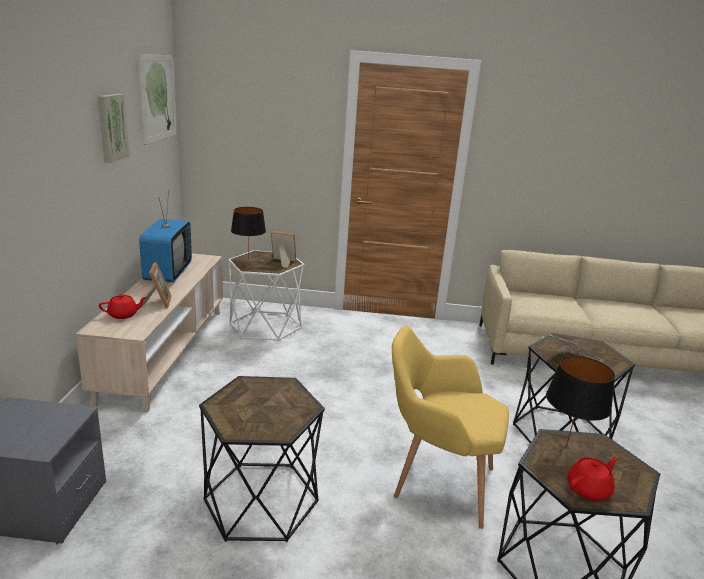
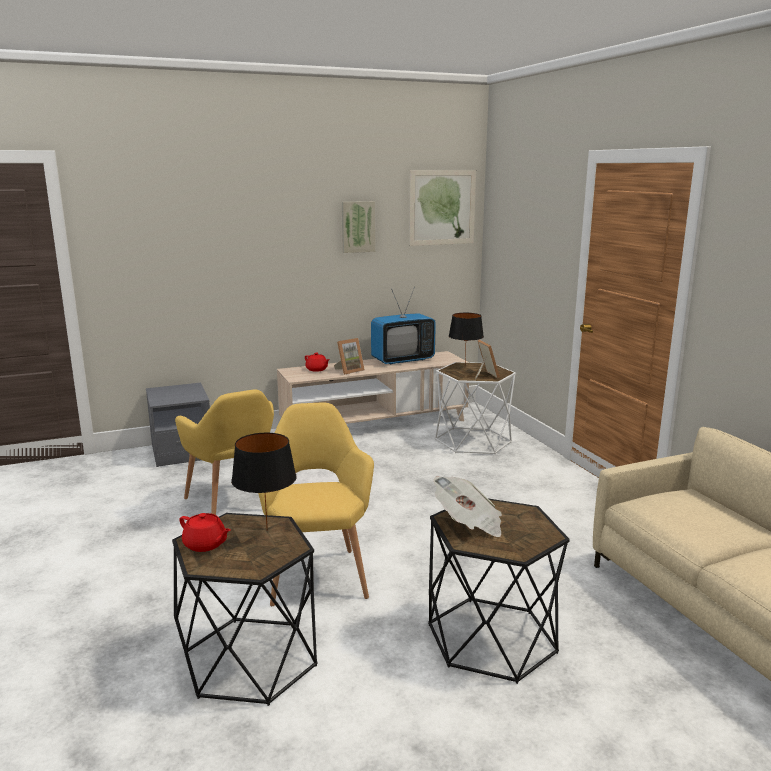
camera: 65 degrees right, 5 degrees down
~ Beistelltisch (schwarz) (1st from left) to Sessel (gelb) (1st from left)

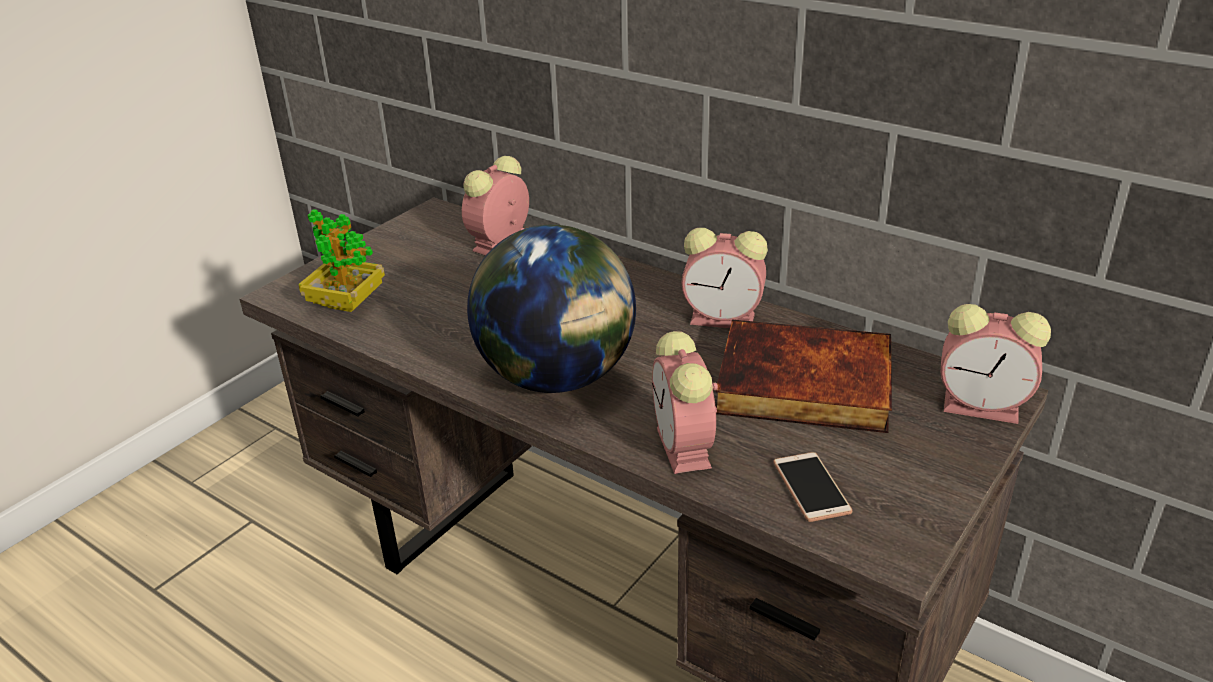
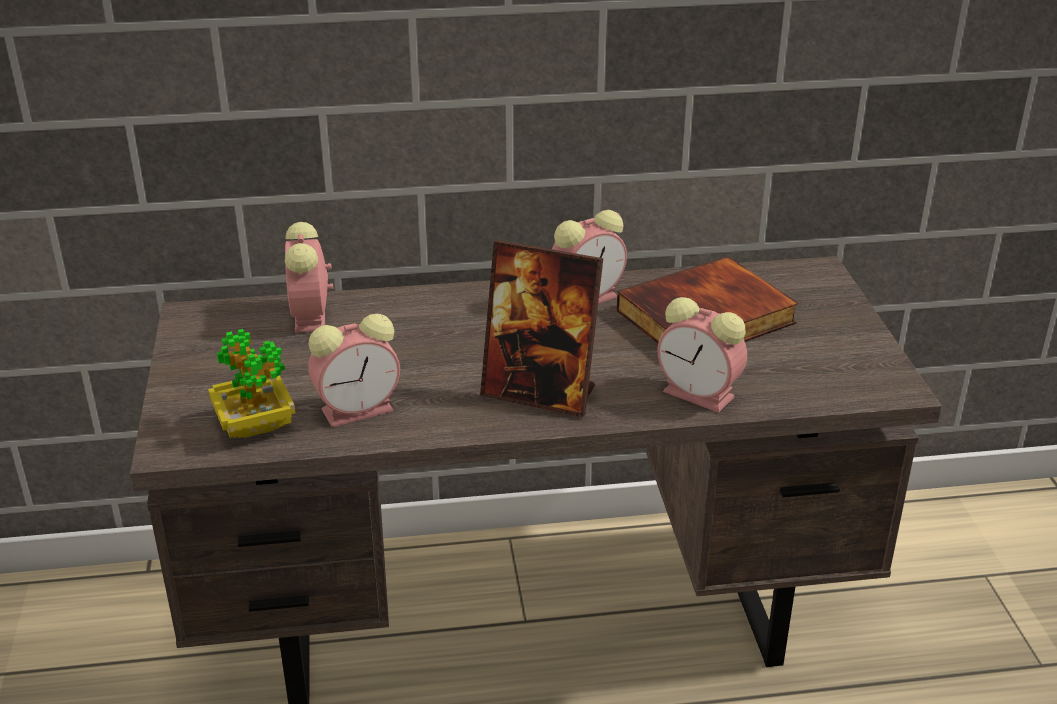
camera: 45 degrees left, 0 degrees up
- Handy
~ Wecker (4th from left in the first image) to Wecker (2nd from left)
~ Globus to Bilderrahmen

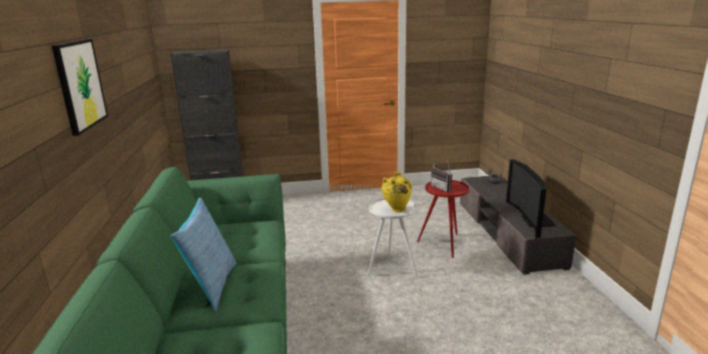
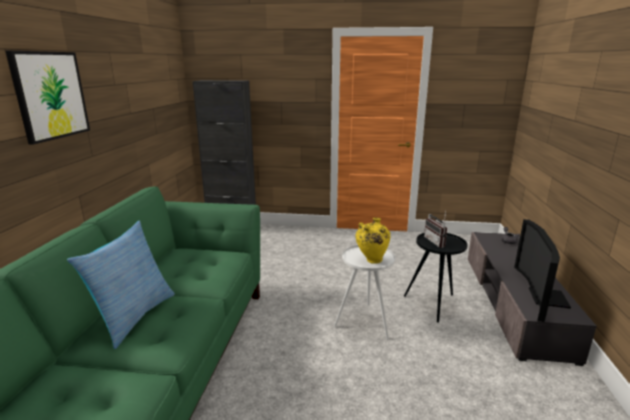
camera: 15 degrees right, 0 degrees up
~ Beistelltisch (rot) to Beistelltisch (schwarz)

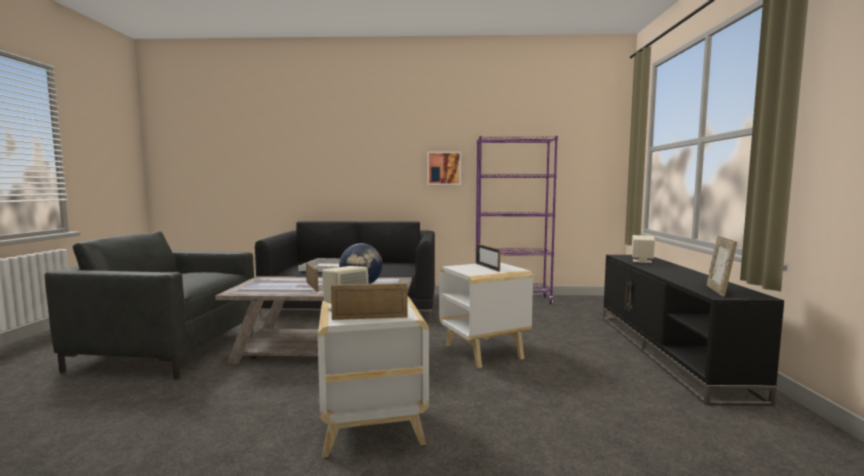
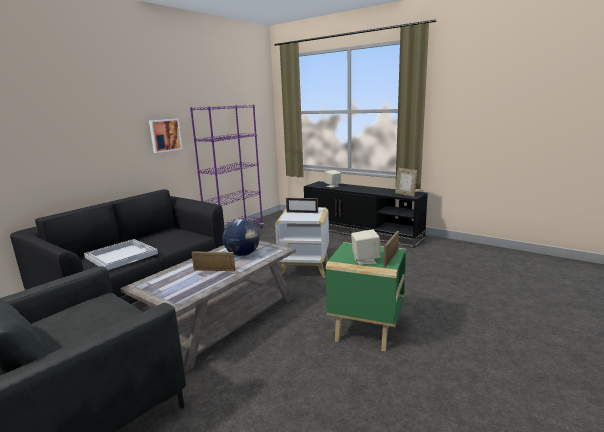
camera: 55 degrees left, 10 degrees up
~ Beistelltisch (weiß) (1st from left) to Beistelltisch (grün)

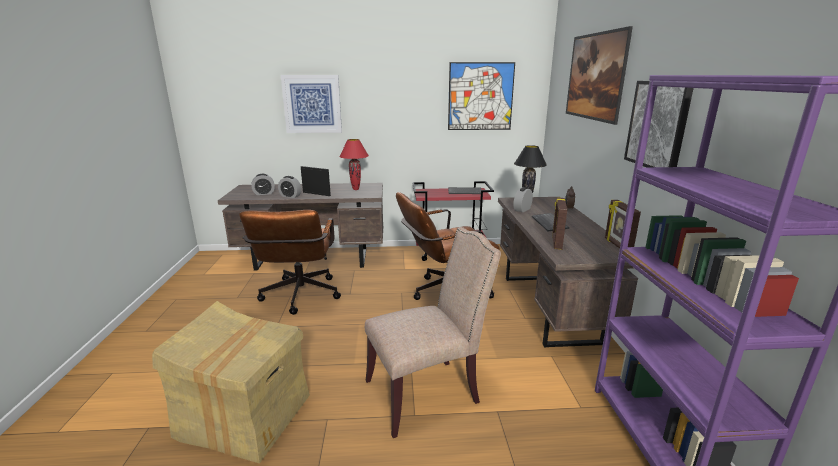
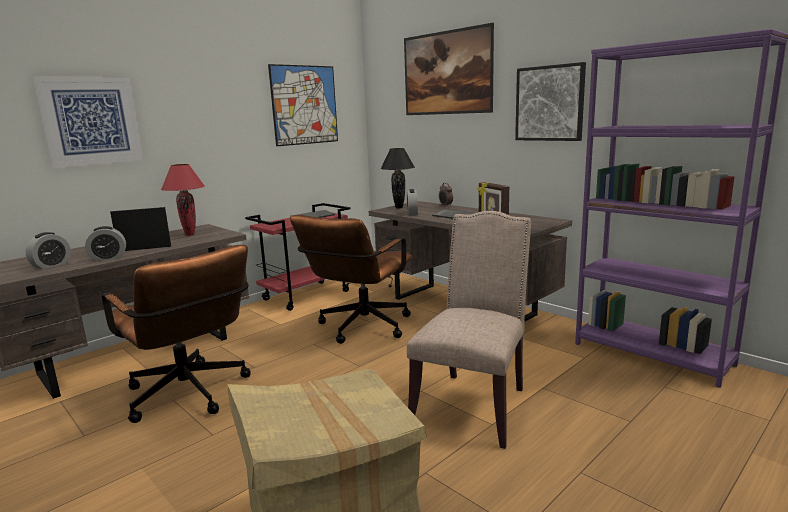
camera: 40 degrees left, 5 degrees down
- Bilderrahmen (3rd from left)

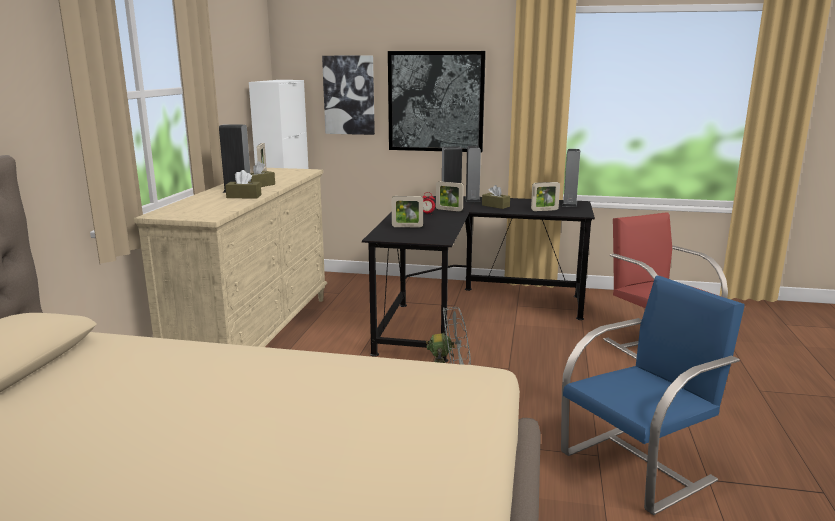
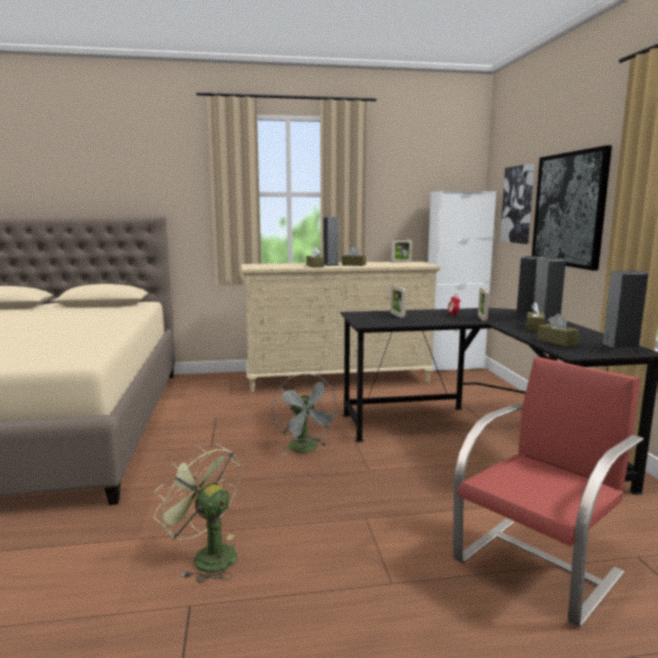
camera: 70 degrees right, 5 degrees down
~ Bilderrahmen (4th from left) to Taschentuchbox (braun) (4th from left)
~ Stuhl (blau) to Ventilator (grün)

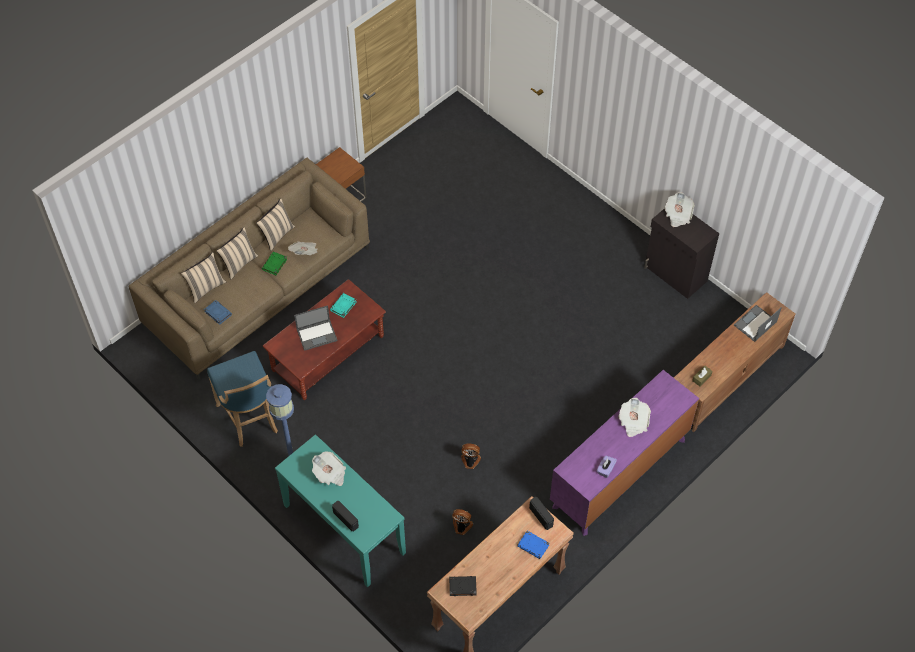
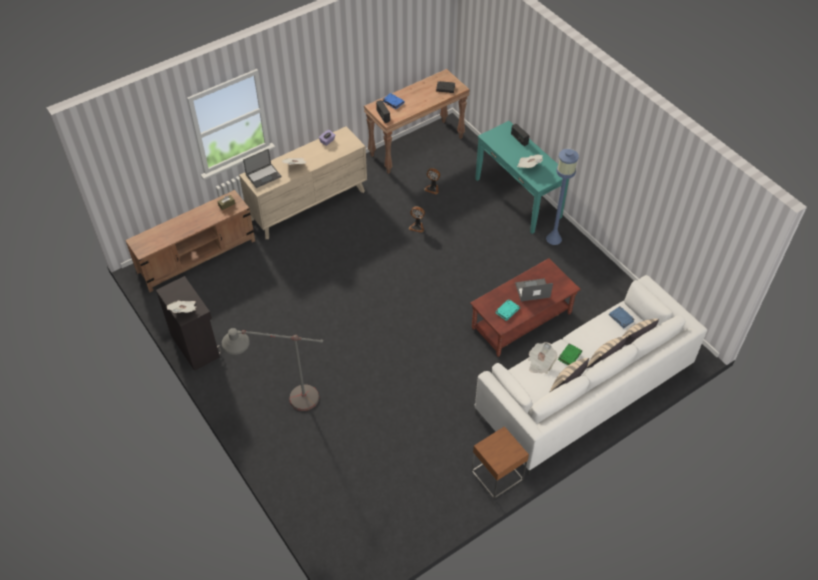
camera: 170 degrees left, 5 degrees down
- Hocker (blau)
+ Stehlampe (grau)
~ Laptop (2nd from left in the first image) to Laptop (1st from left)
~ Sofa (braun) to Sofa (weiß)
~ Kommode (lila) to Kommode (beige)

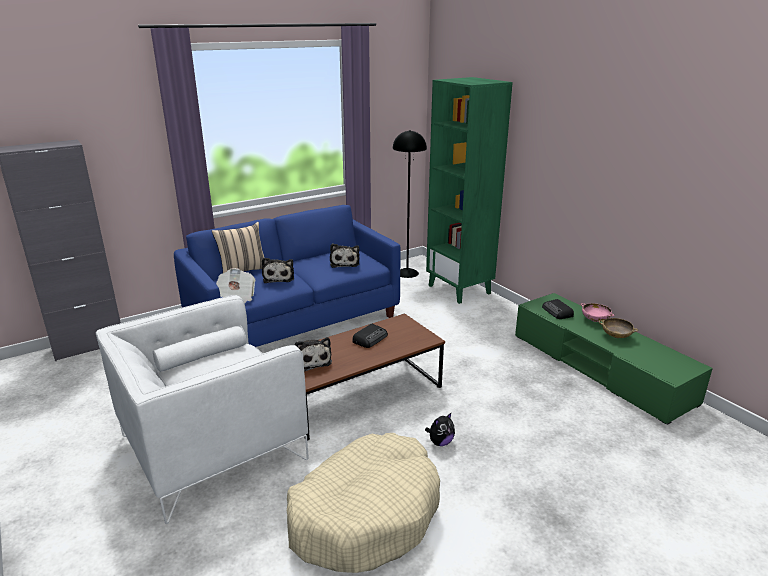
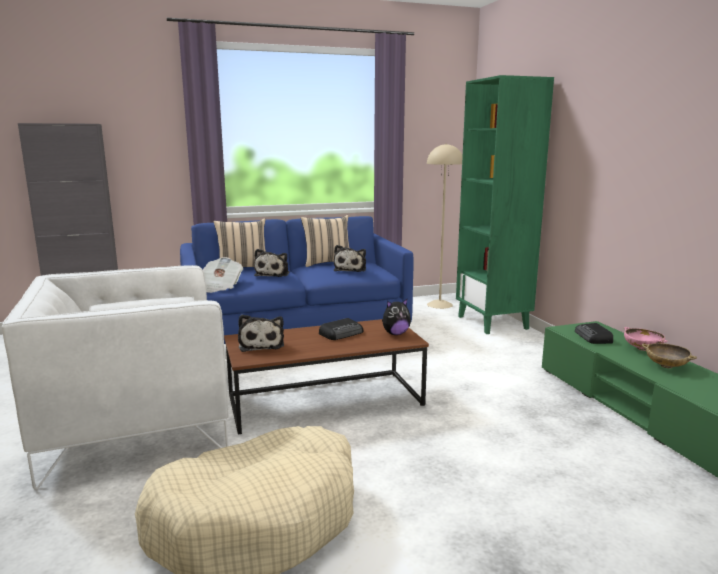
camera: 15 degrees right, 10 degrees down
+ Kissen (beige) (2nd from left)
~ Plüschtier (4th from left)
~ Stehlampe (schwarz) to Stehlampe (beige)

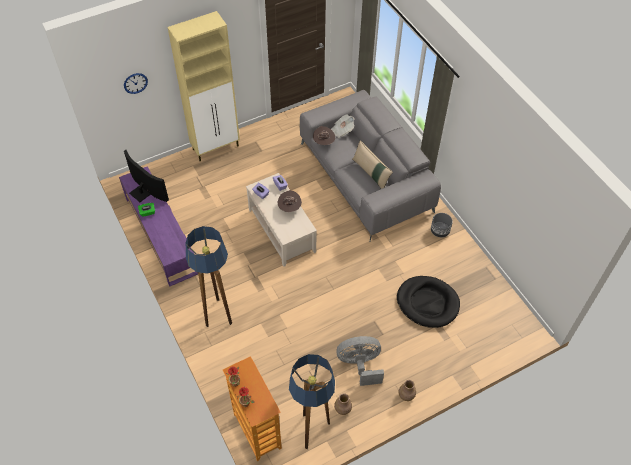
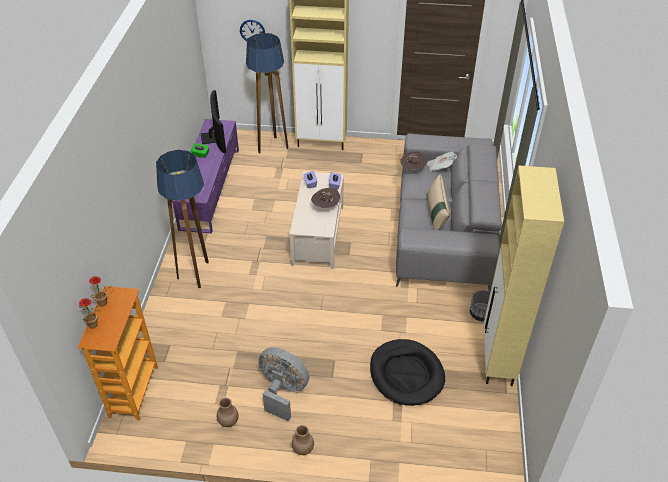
camera: 35 degrees right, 10 degrees down
+ Schrank (beige) (2nd from left)
~ Stehlampe (2nd from left)

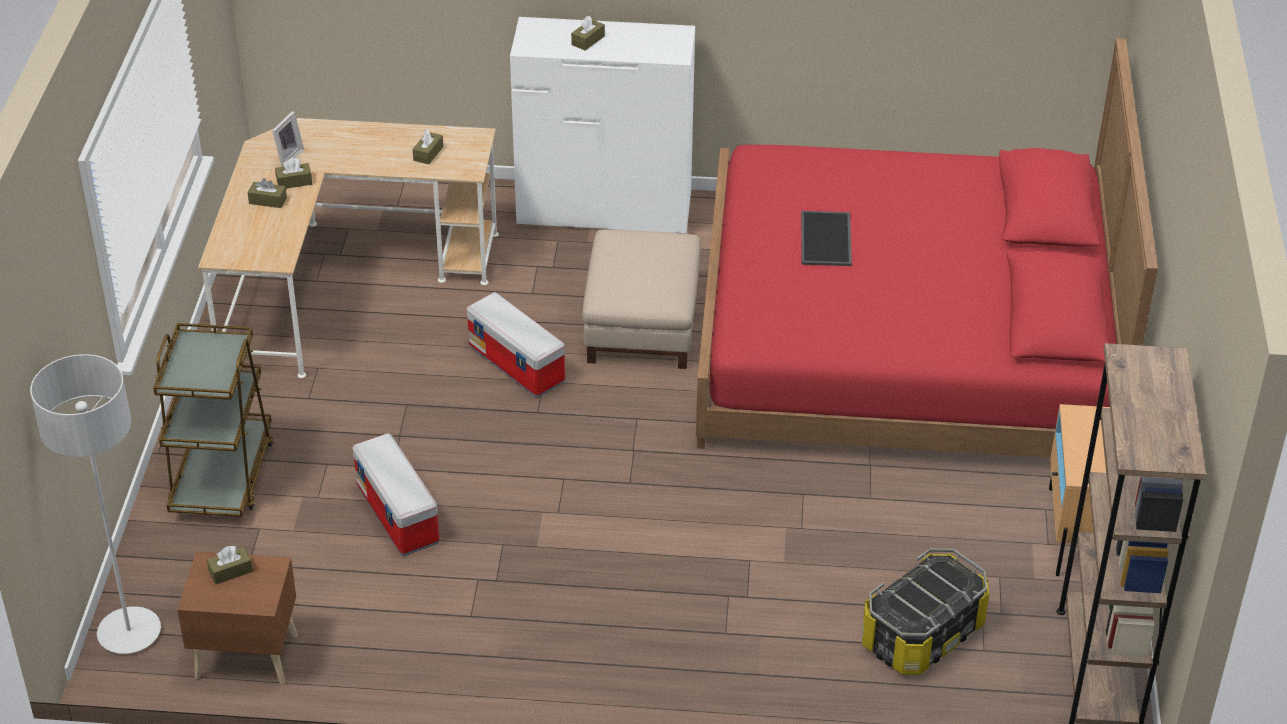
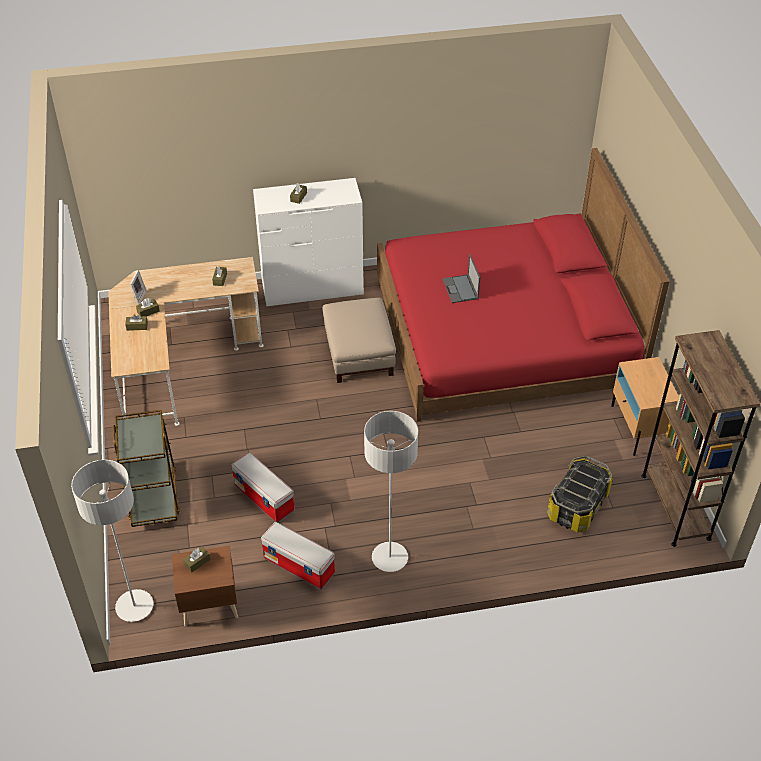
camera: 15 degrees left, 5 degrees up
+ Stehlampe (grau) (2nd from left)
~ Aufbewahrungsbox (2nd from left)
~ Tablett to Laptop

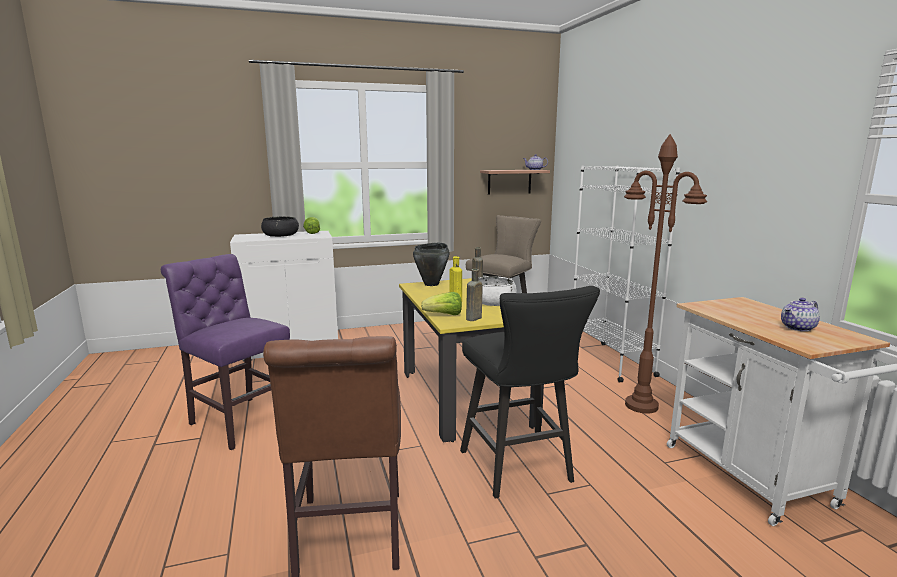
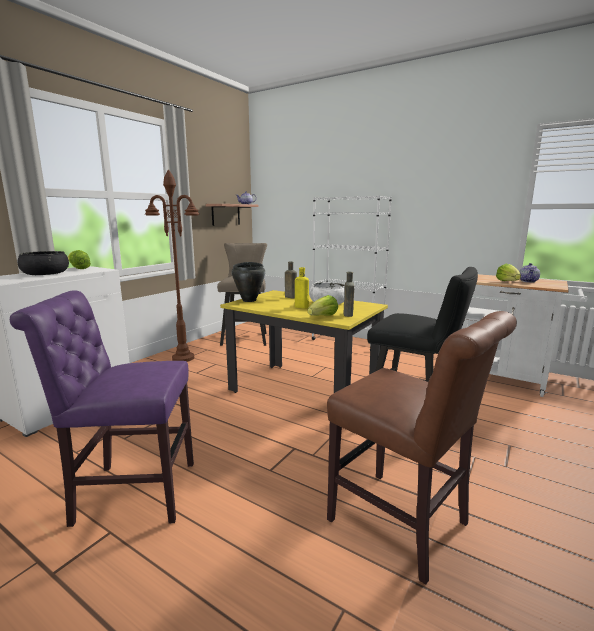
camera: 40 degrees left, 0 degrees up
+ Salatkopf (3rd from left)
~ Stehlampe (braun)

